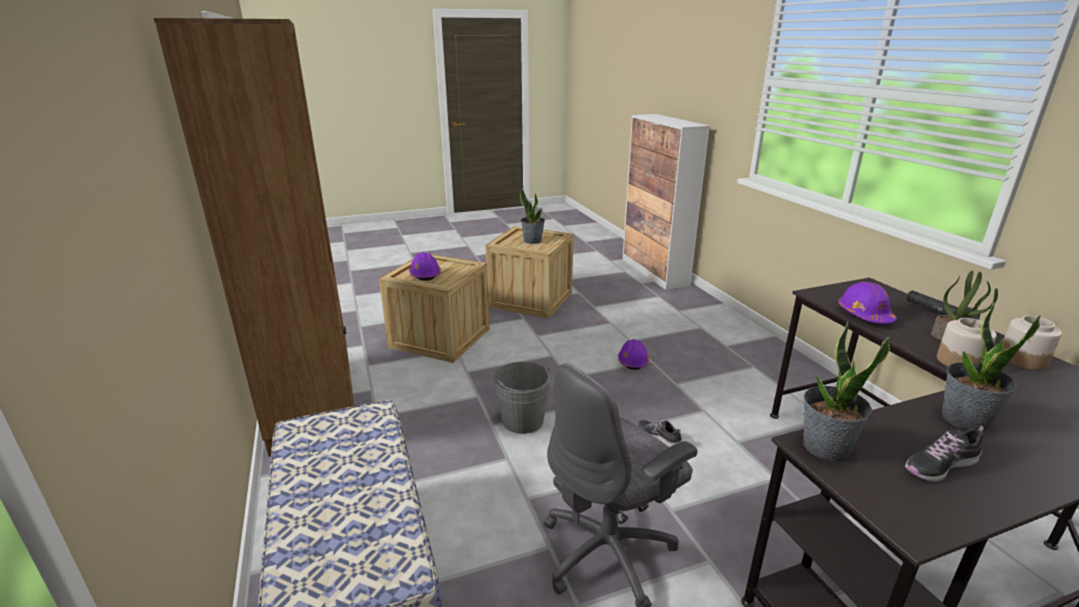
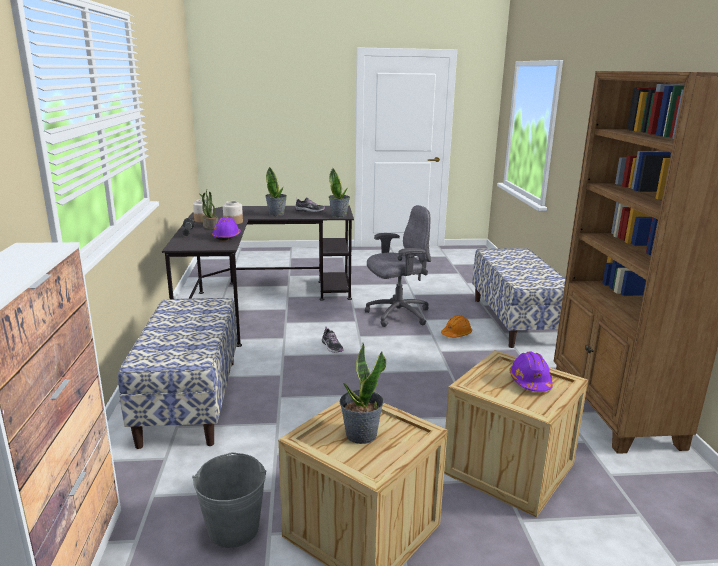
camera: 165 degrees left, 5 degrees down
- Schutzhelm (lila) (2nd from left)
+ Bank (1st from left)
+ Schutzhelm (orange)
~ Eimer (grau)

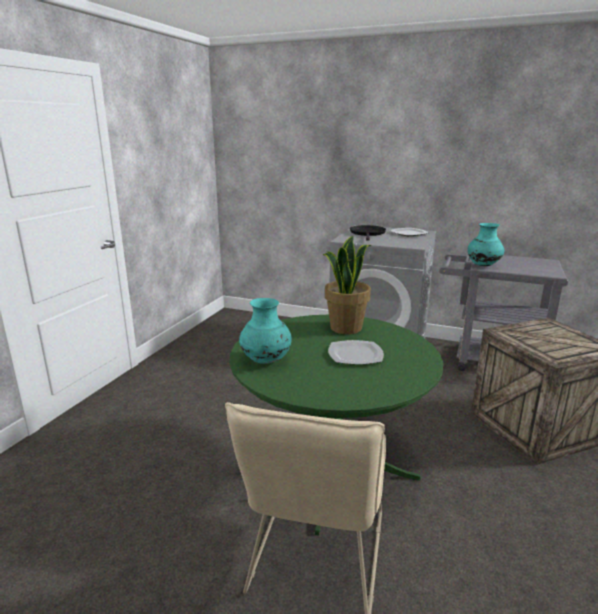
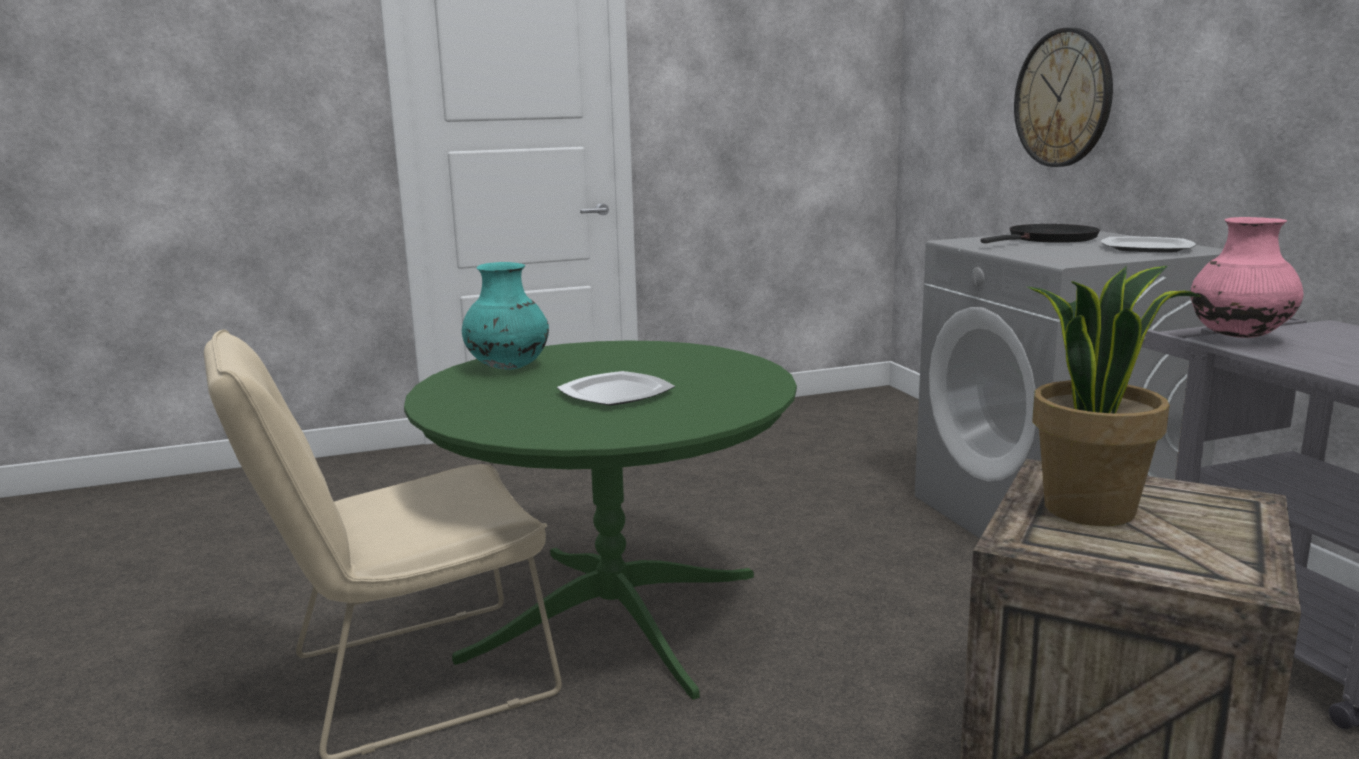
camera: 50 degrees right, 5 degrees down
+ Wanduhr
~ Topfpflanze
~ Vase (türkis) (2nd from left) to Vase (rosa)

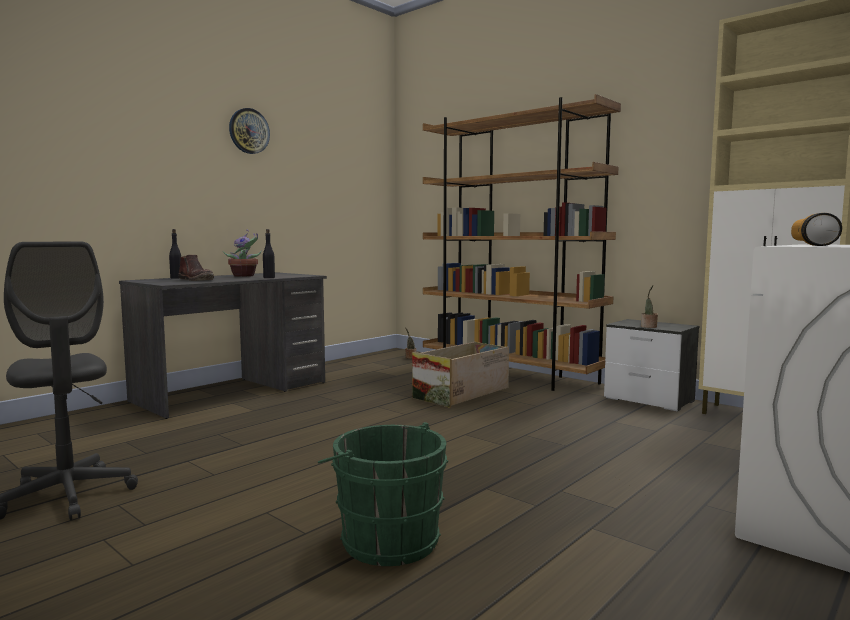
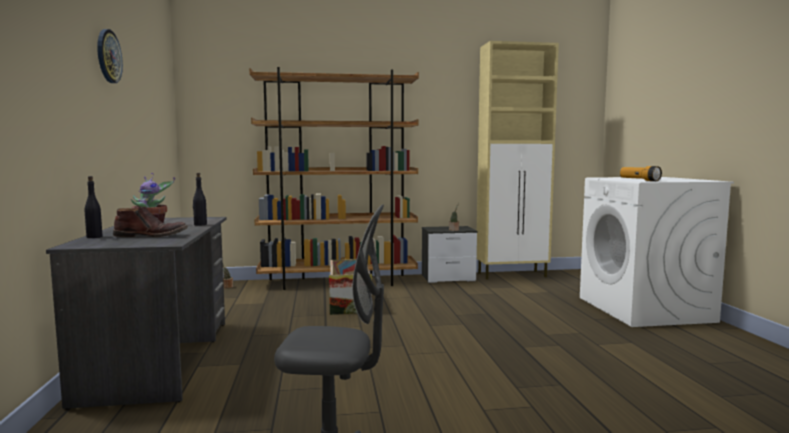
camera: 50 degrees left, 0 degrees up
- Eimer (grün)

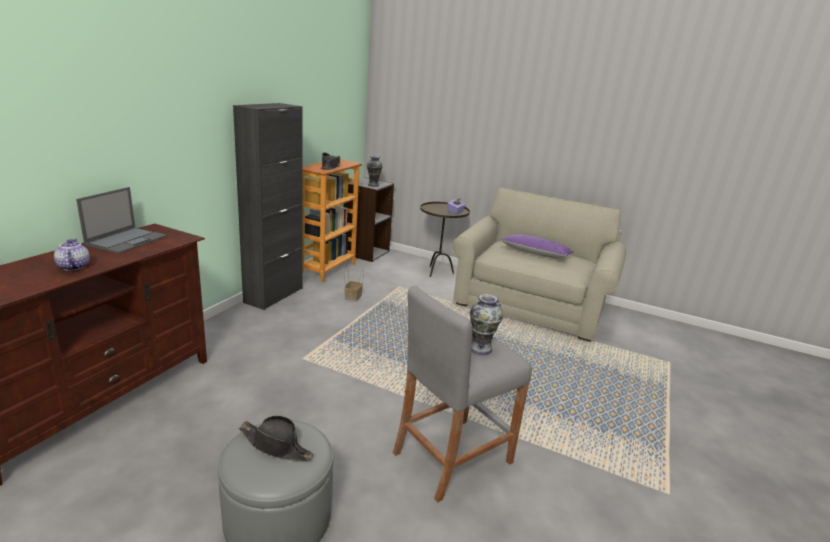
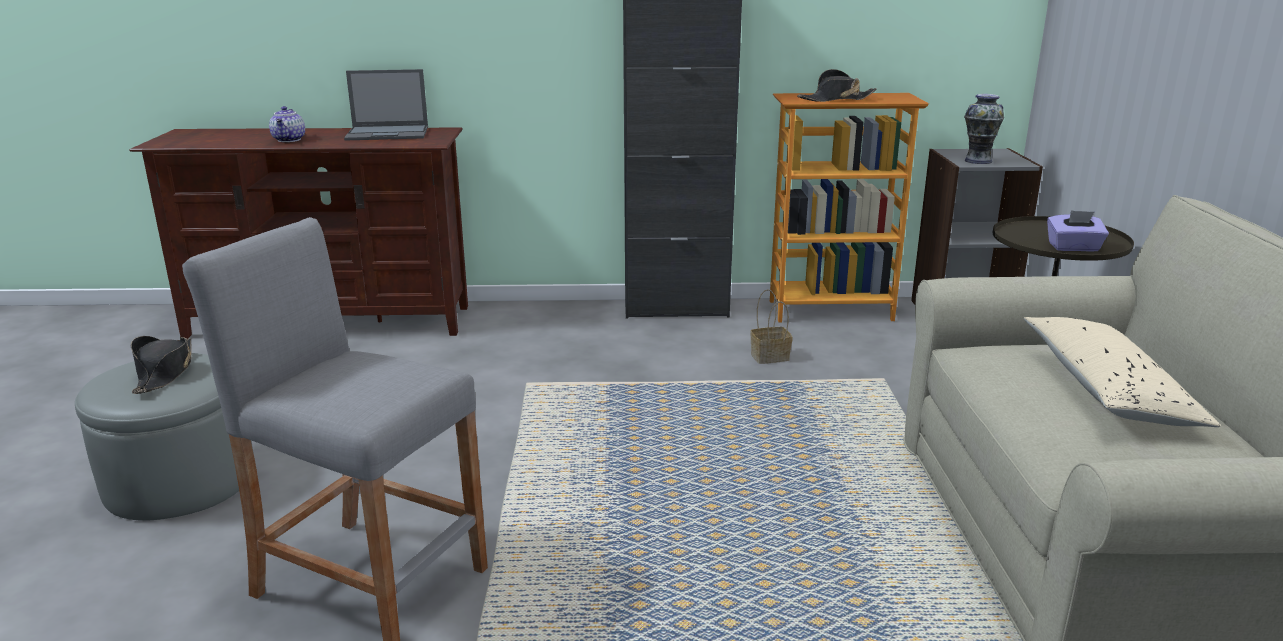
camera: 65 degrees right, 0 degrees up
- Vase (2nd from left)
~ Kissen (lila) to Kissen (beige)
~ Teekanne 135 degrees clockwise

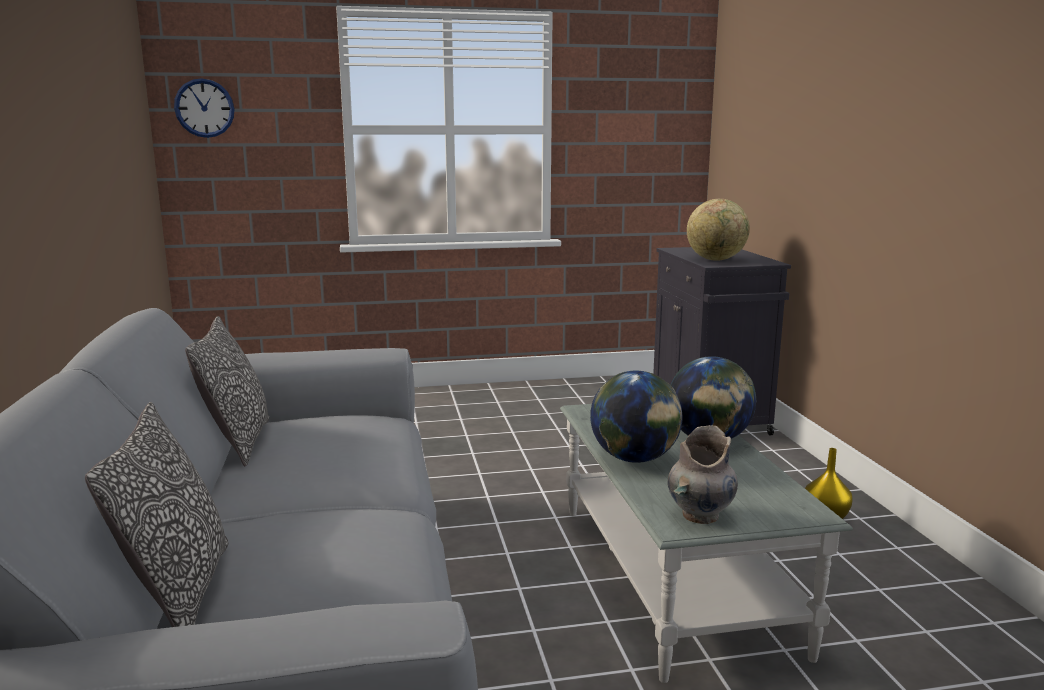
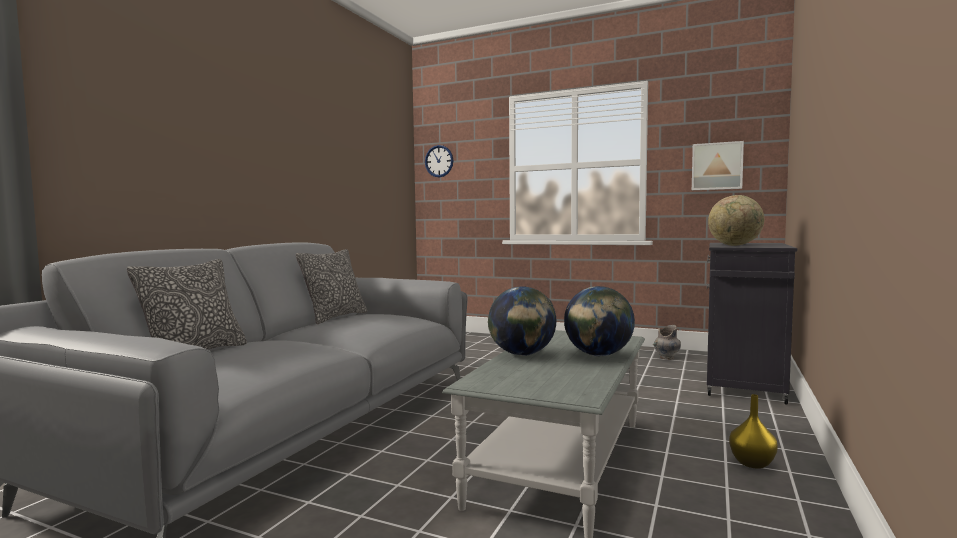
camera: 35 degrees right, 10 degrees down
+ Bild
~ Vase (grau)

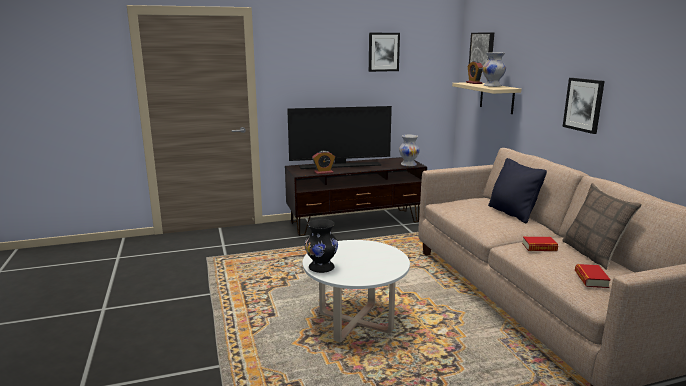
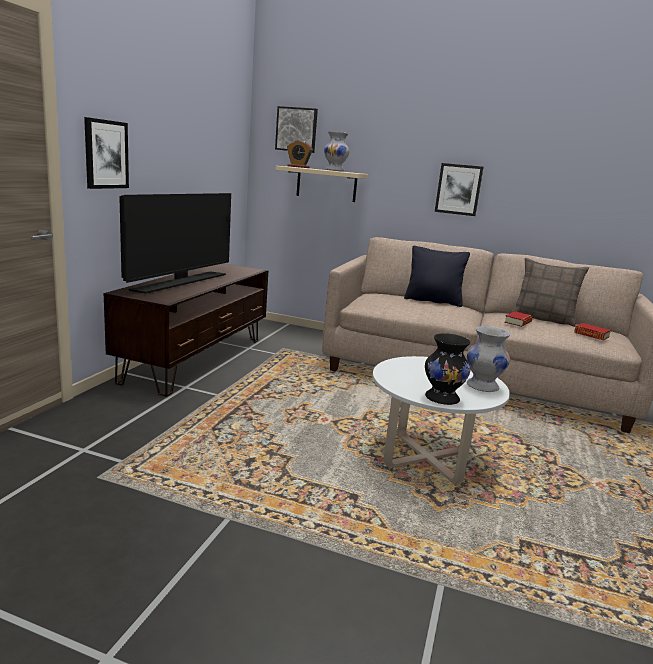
camera: 55 degrees left, 0 degrees up
- Wecker (1st from left)
~ Bild (1st from left)
~ Vase (weiß) (1st from left in the first image) to Vase (weiß) (2nd from left)

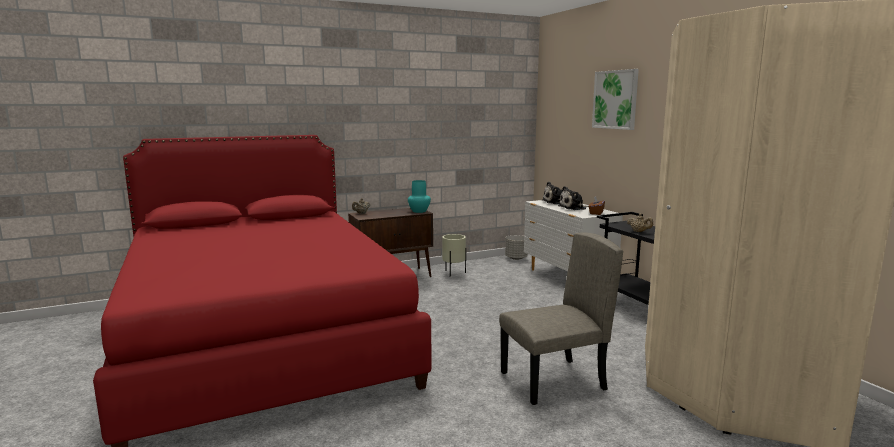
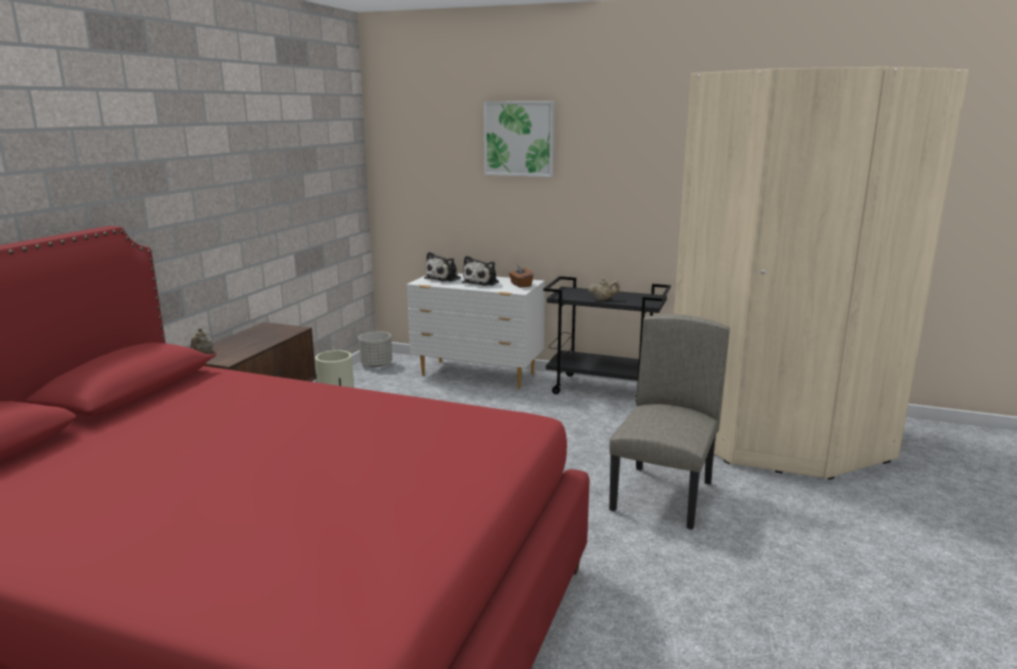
camera: 45 degrees left, 5 degrees up
- Vase (türkis)

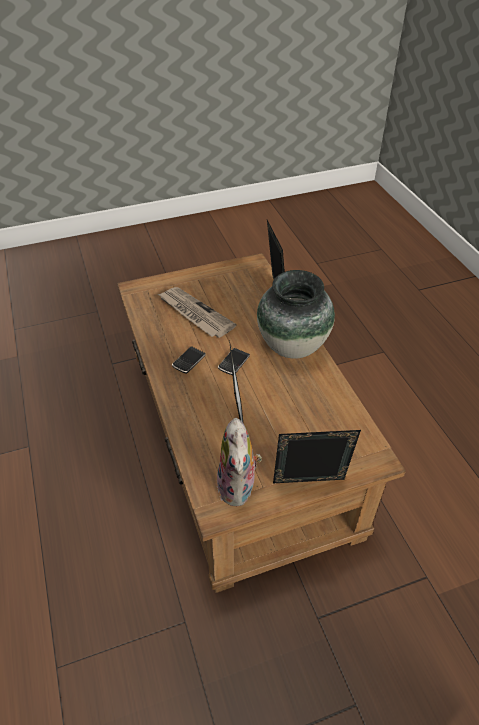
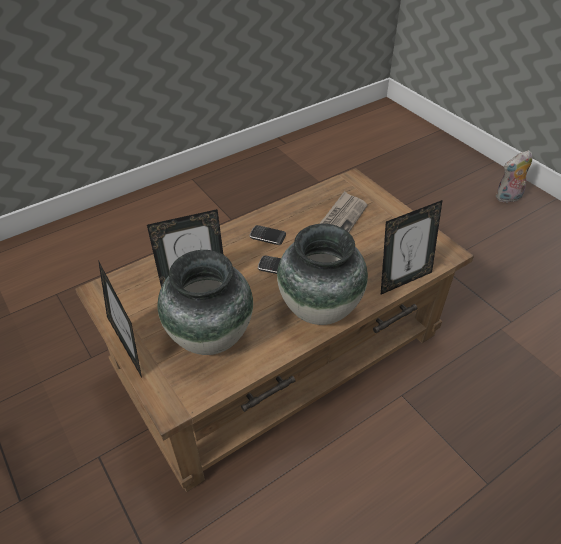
camera: 75 degrees right, 0 degrees up
+ Vase (1st from left)
~ Plüschtier

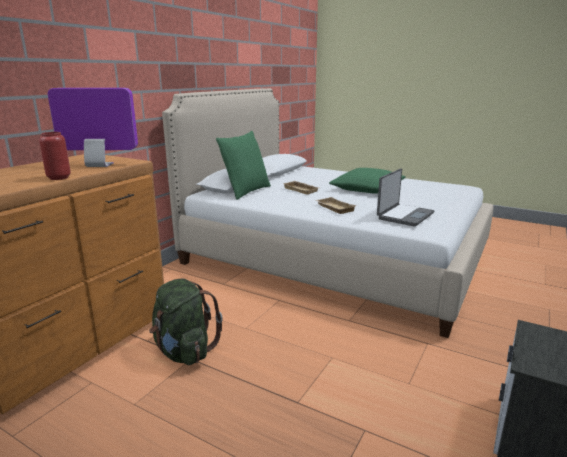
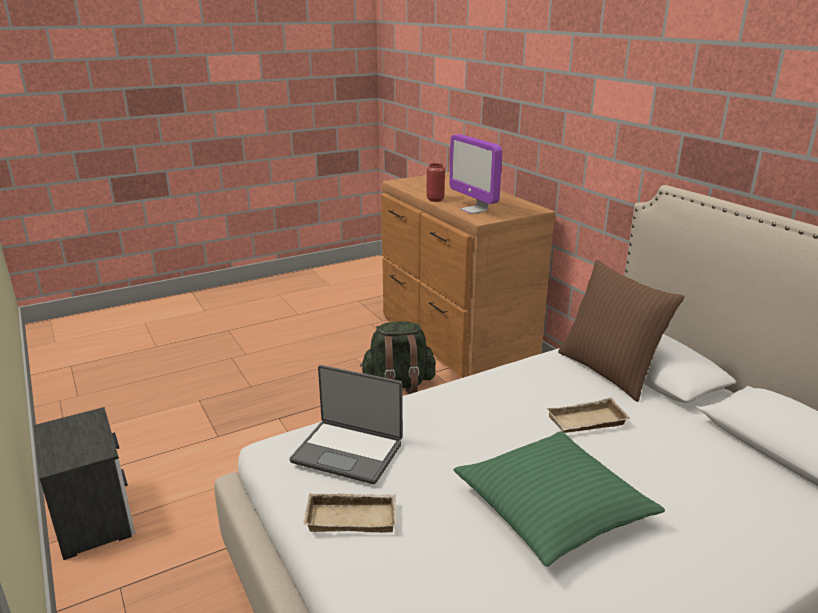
camera: 120 degrees right, 5 degrees up
~ Tablett (beige) (2nd from left in the first image) to Tablett (beige) (1st from left)
~ Kissen (grün) (1st from left) to Kissen (braun)
~ Monitor 120 degrees clockwise
~ Laptop 45 degrees counterclockwise

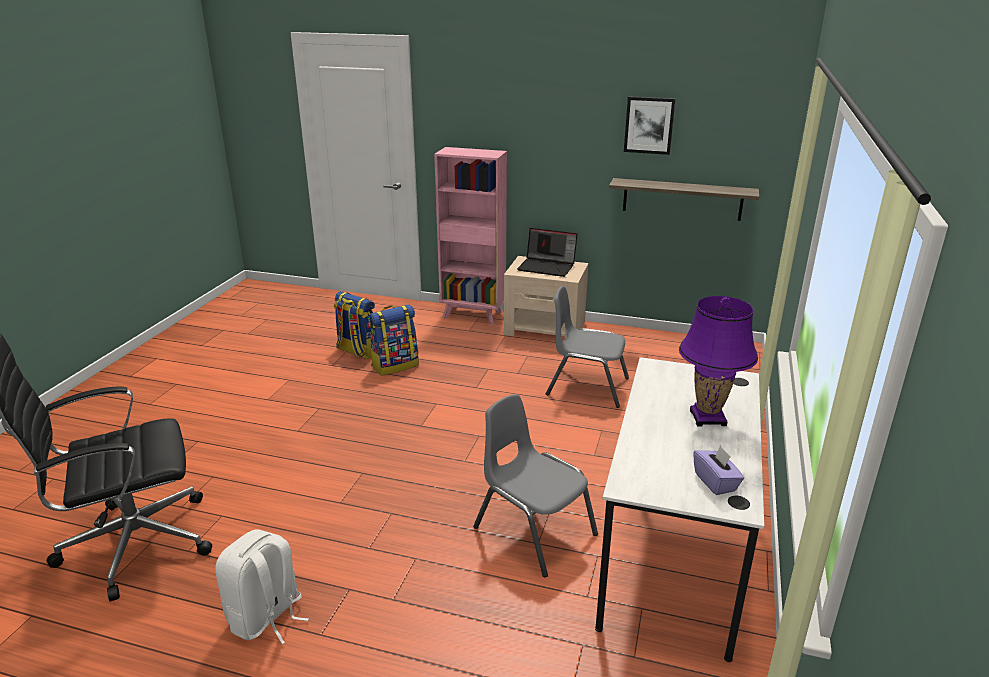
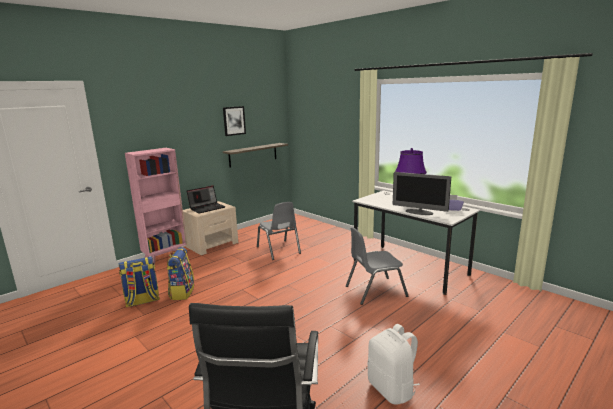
camera: 60 degrees left, 10 degrees down
+ Monitor
~ Stuhl (grau) (2nd from left in the first image) 75 degrees counterclockwise

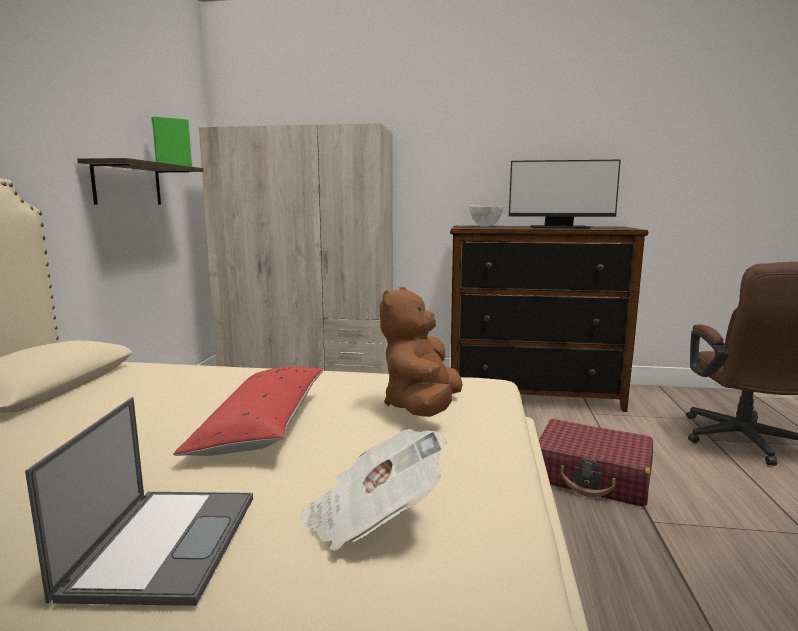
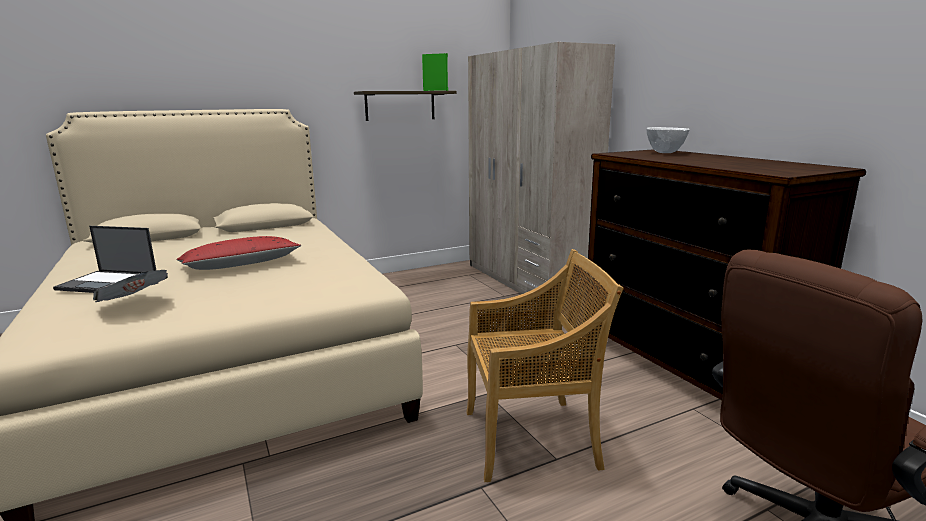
camera: 55 degrees right, 5 degrees up
- Plüschtier (braun)
- Monitor
~ Koffer (rot) to Stuhl (beige)
~ Laptop 45 degrees clockwise

